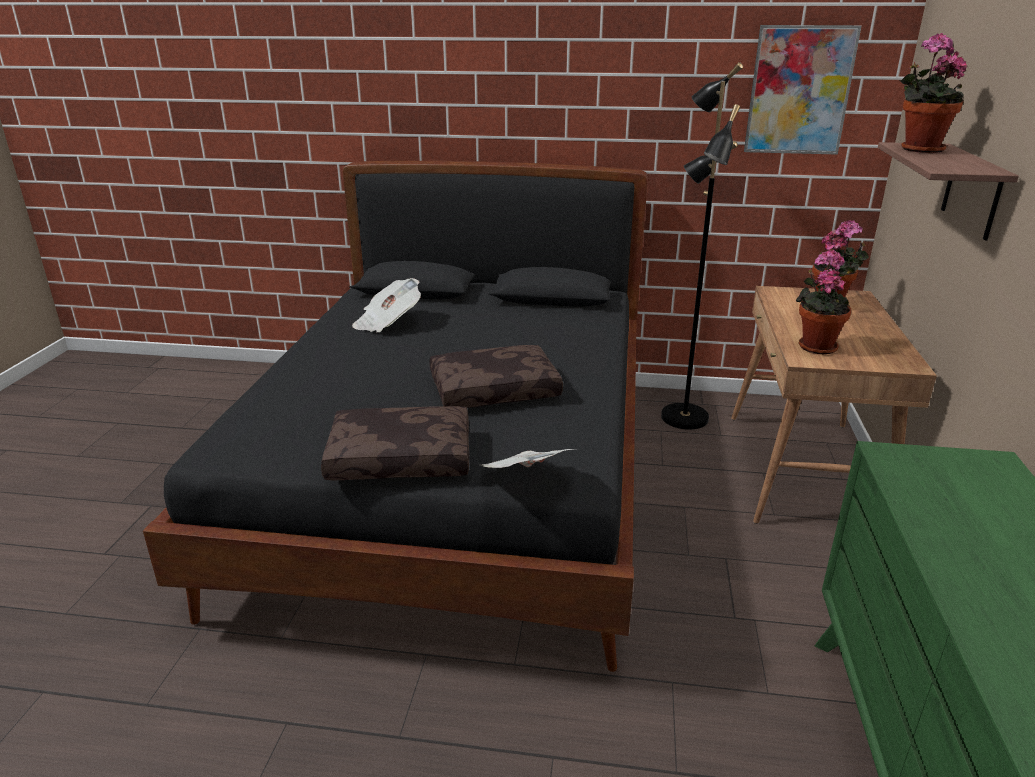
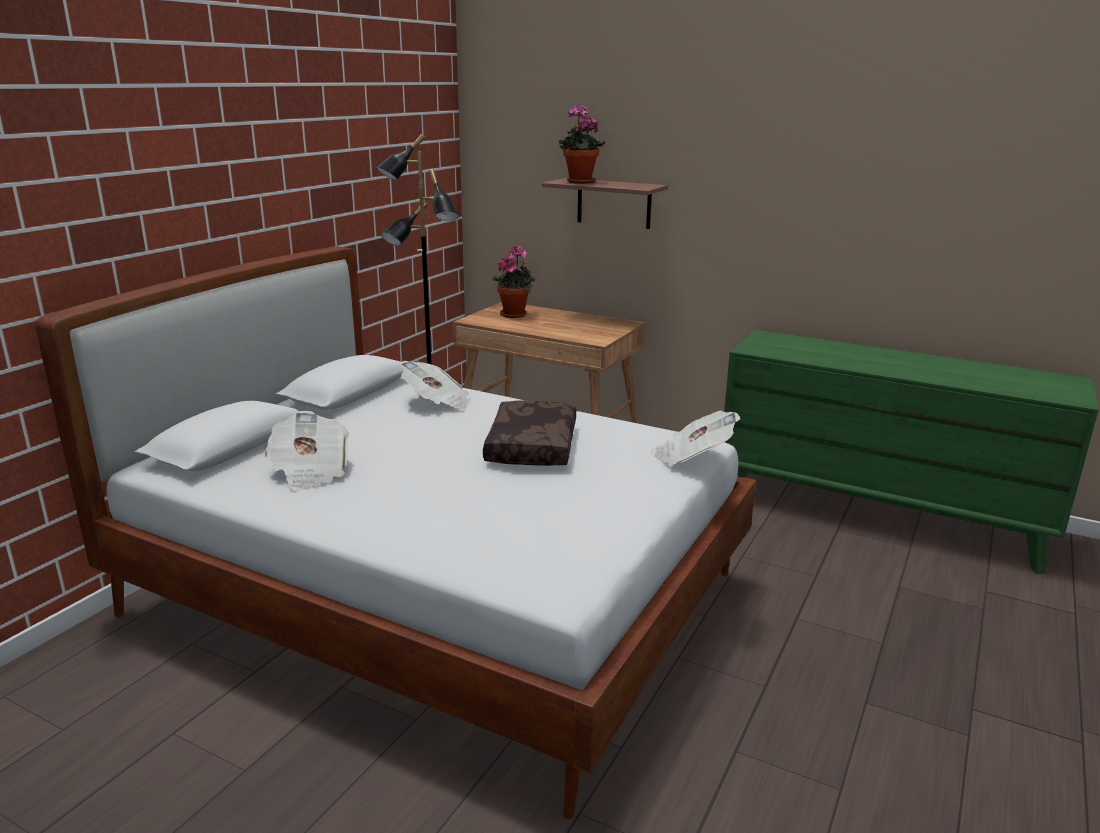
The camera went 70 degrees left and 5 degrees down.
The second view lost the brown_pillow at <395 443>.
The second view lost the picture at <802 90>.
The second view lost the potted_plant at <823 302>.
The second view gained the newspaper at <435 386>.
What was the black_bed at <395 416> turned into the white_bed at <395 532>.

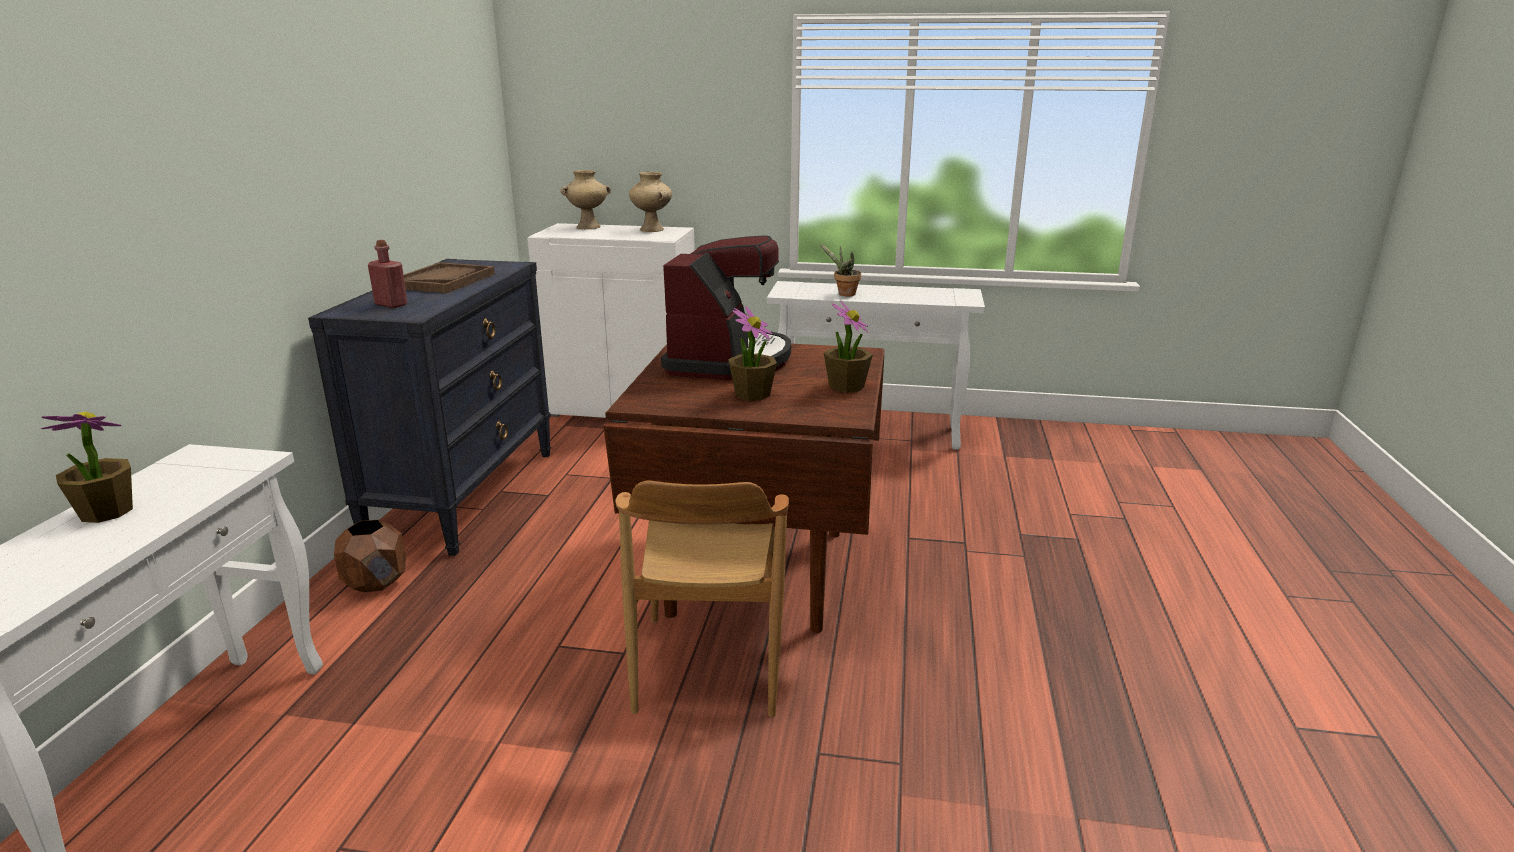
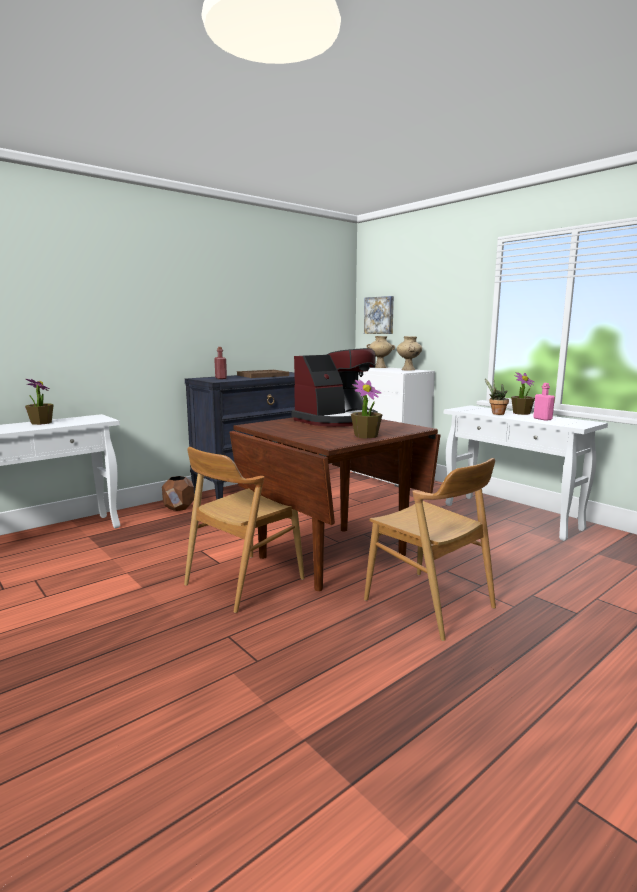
The camera went 40 degrees right and 10 degrees down.
The second view gained the picture at <379 315>.
The second view gained the brown_chair at <430 549>.
The second view gained the pink_bottle at <544 402>.
The potted_plant ended up elsewhere, having gone from <752 353> to <523 393>.

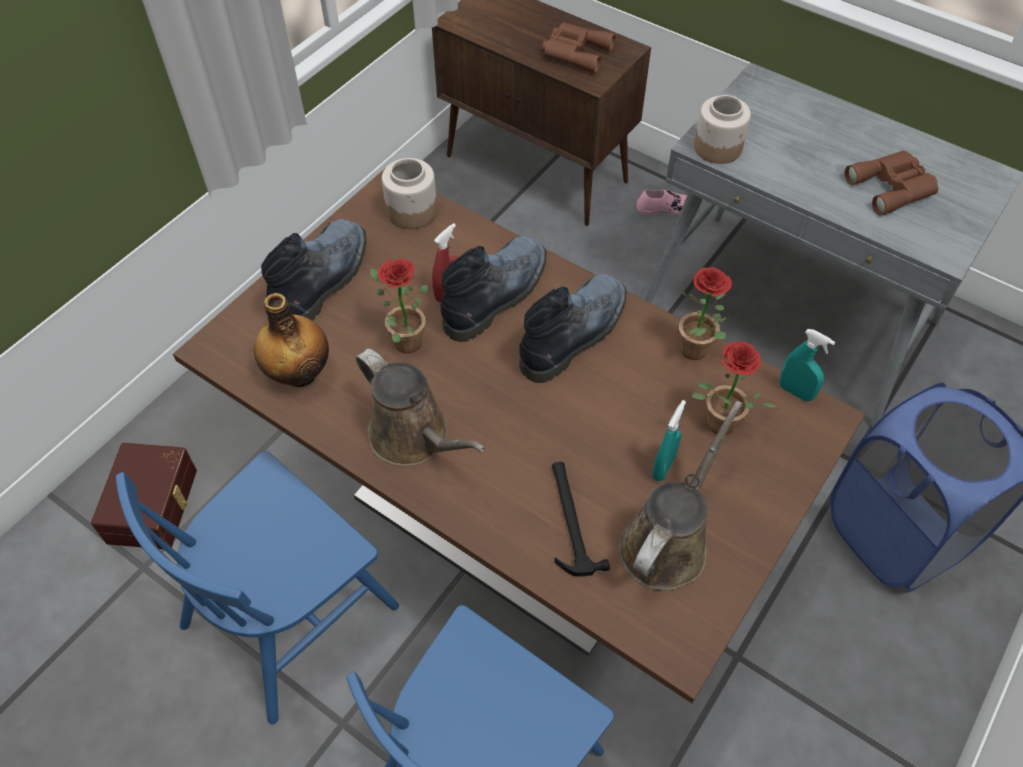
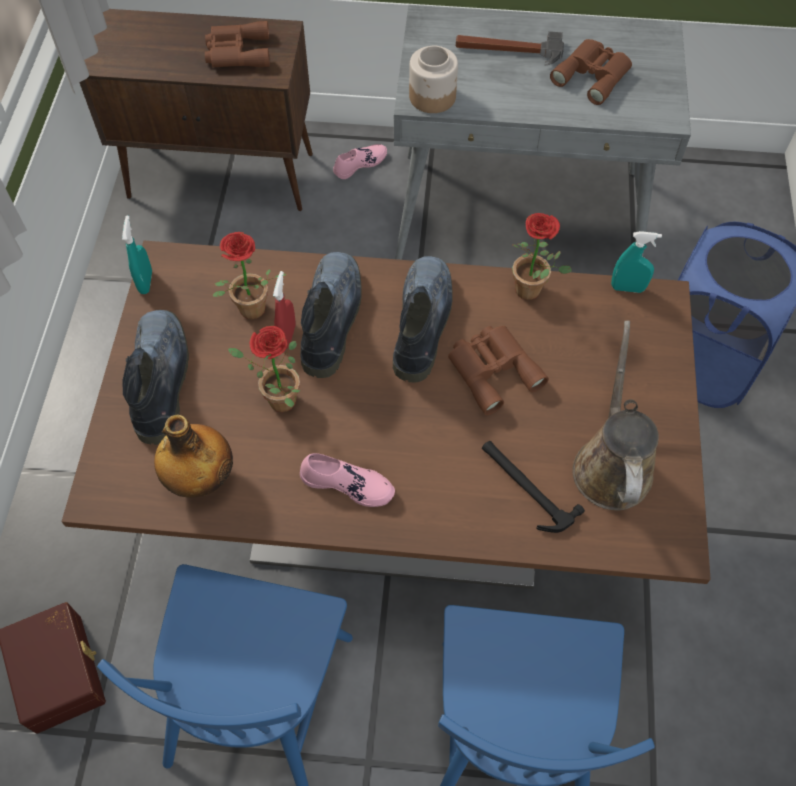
The camera went 30 degrees left and 5 degrees up.
The second view lost the jar at <409 193>.
The second view gained the brown_binoculars at <498 370>.
The second view gained the hammer at <510 48>.
The turquoise_spray_bottle ended up elsewhere, having gone from <669 440> to <137 254>.
The potted_plant ended up elsewhere, having gone from <734 388> to <250 275>.
Where the brown_watering_can stood at <420 407>, the pink_shoe came to stand at <347 480>.

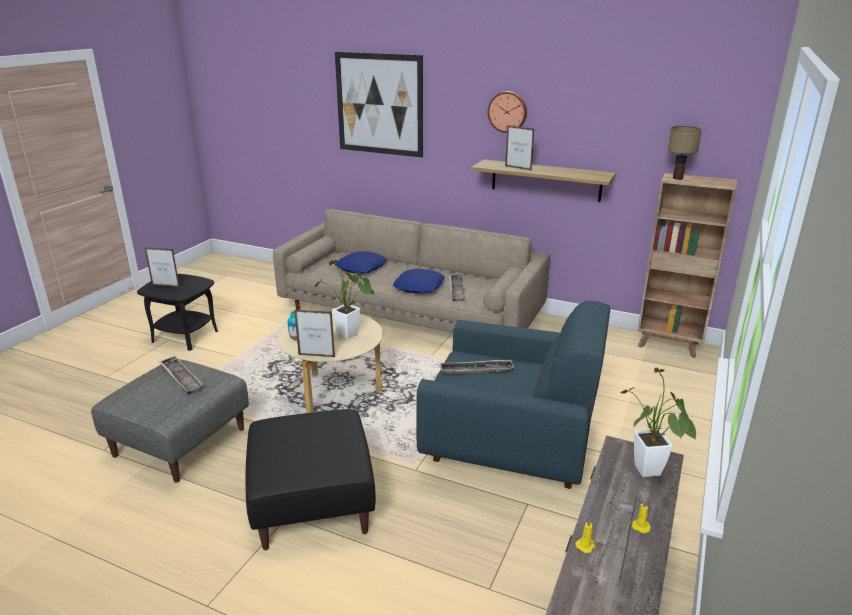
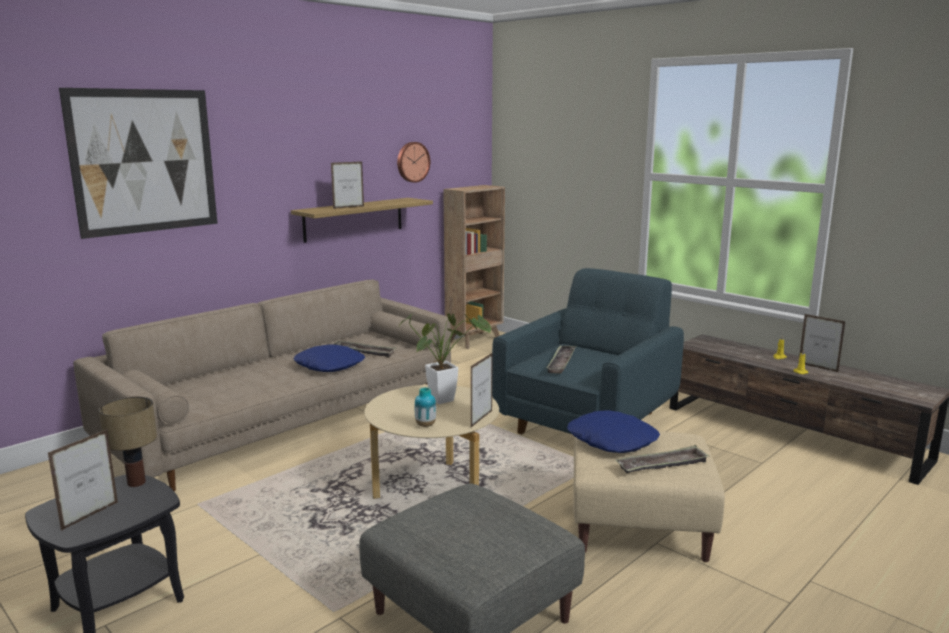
The camera went 70 degrees left and 10 degrees down.
The second view lost the potted_plant at <658 422>.
The tray ended up elsewhere, having gone from <181 375> to <662 459>.
The blue_pillow ended up elsewhere, having gone from <361 262> to <613 431>.
The wall_clock ended up elsewhere, having gone from <507 112> to <413 162>.
The table_lamp ended up elsewhere, having gone from <684 153> to <128 442>.
What was the black_ottoman at <311 479> turned into the beige_ottoman at <649 496>.

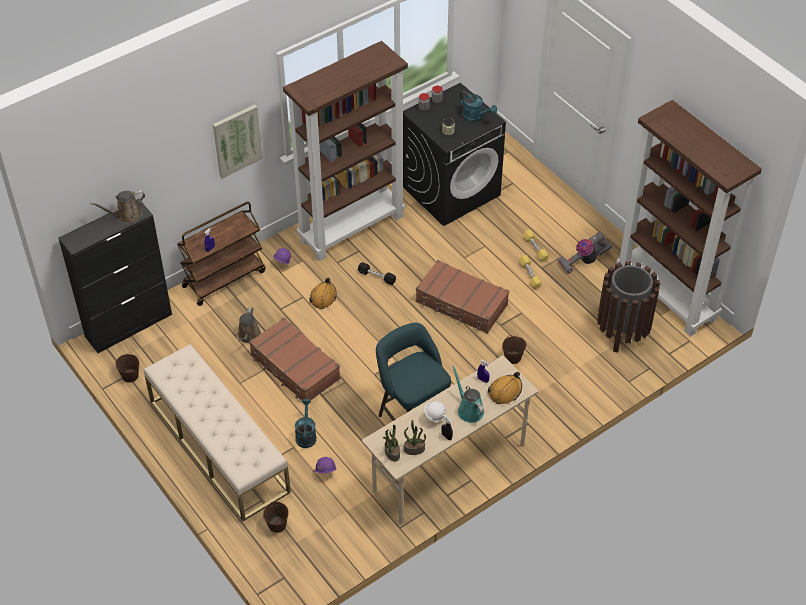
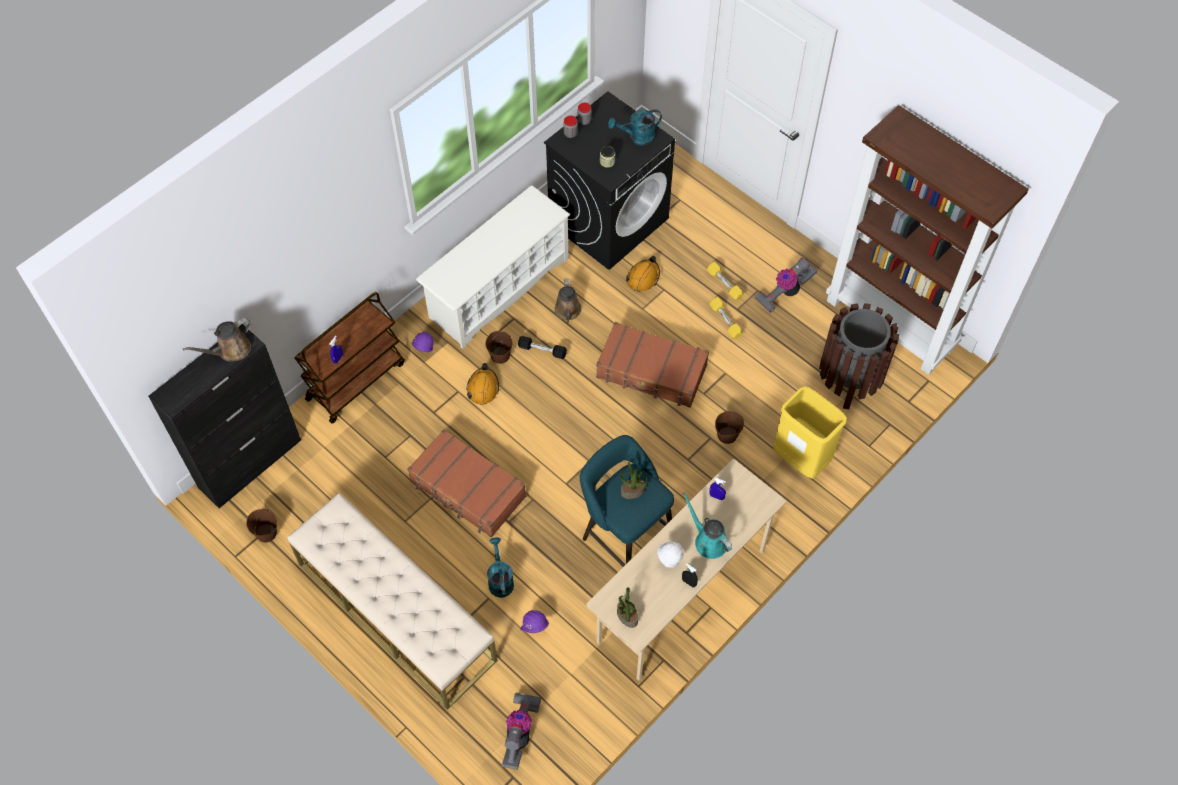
The camera went 10 degrees left and 10 degrees up.
The second view lost the picture at <238 141>.
The second view gained the vacuum_cleaner at <521 731>.
The second view gained the yellow_trash_can at <810 432>.
The brown_watering_can ended up elsewhere, having gone from <249 325> to <567 301>.
The brown_bucket ended up elsewhere, having gone from <276 517> to <499 347>.
The potted_plant ended up elsewhere, having gone from <415 437> to <634 480>.
The orange_hard_hat ended up elsewhere, having gone from <505 388> to <643 274>.
Where the brown_bookcase stood at <345 151>, the white_shoe_rack came to stand at <493 267>.
The turquoise_watering_can at <478 106> ended up facing another way, 135 degrees clockwise from before.

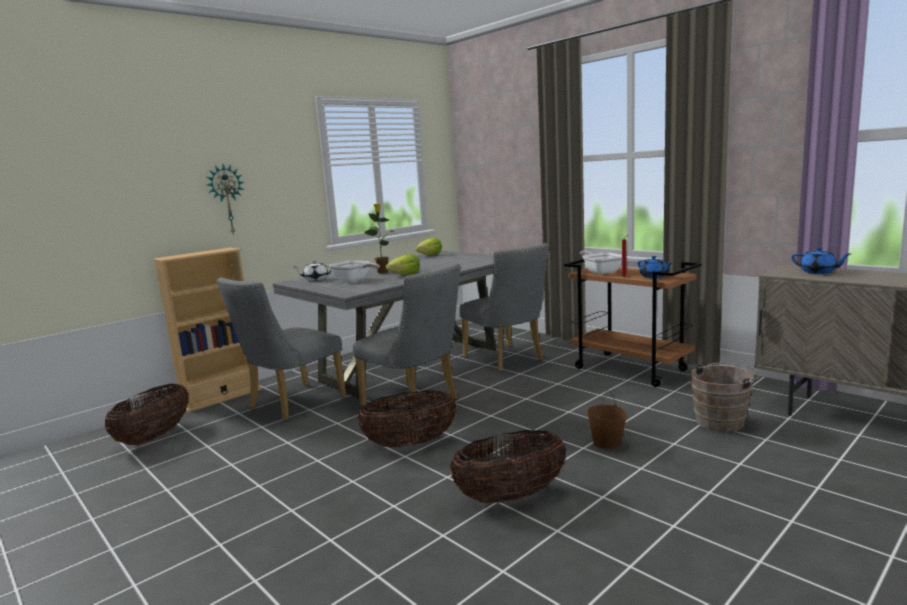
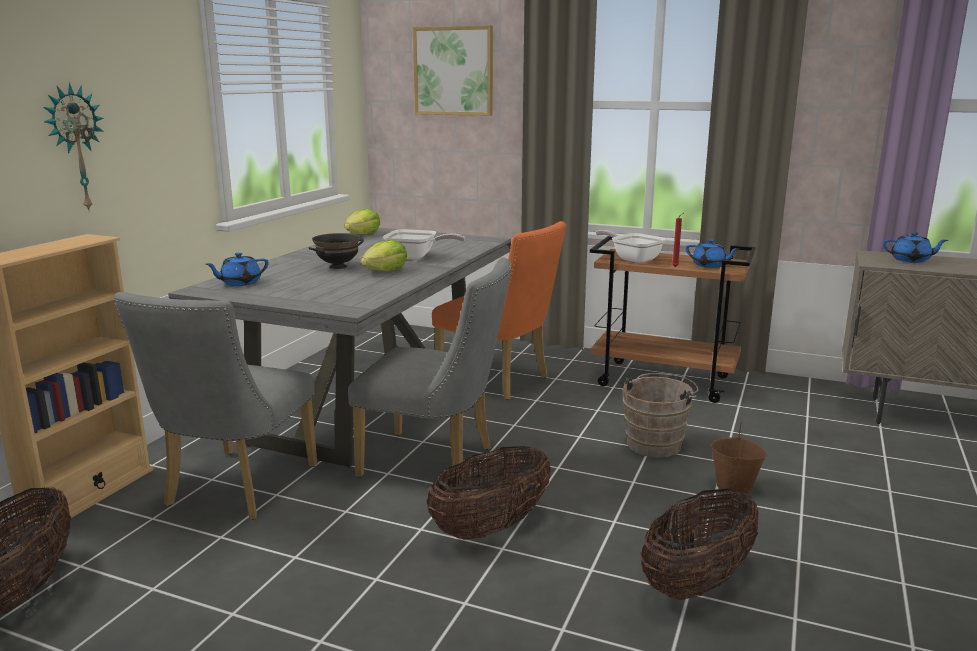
The camera went 25 degrees left and 5 degrees up.
The second view gained the picture at <453 70>.
The frying_pan ended up elsewhere, having gone from <354 271> to <424 244>.
The brown_bucket ended up elsewhere, having gone from <724 397> to <660 415>.
Where the potted_plant stood at <378 238>, the black_bowl came to stand at <336 251>.
What was the white_teapot at <313 270> turned into the blue_teapot at <237 269>.
What was the grey_chair at <504 307> turned into the orange_chair at <499 310>.

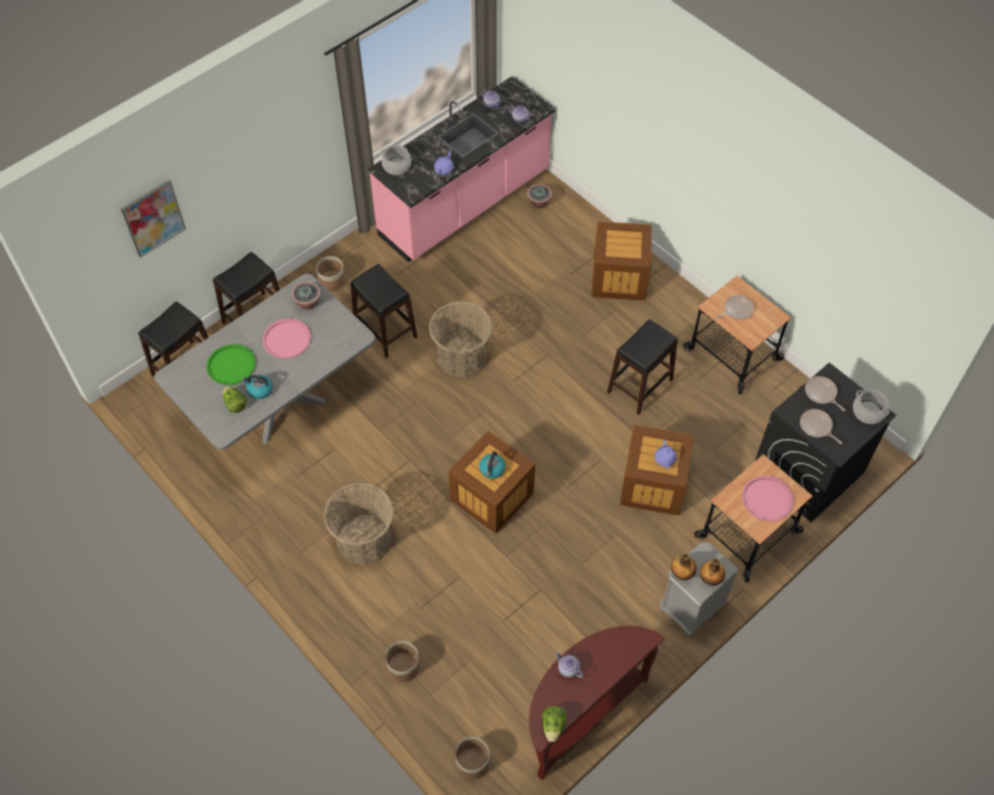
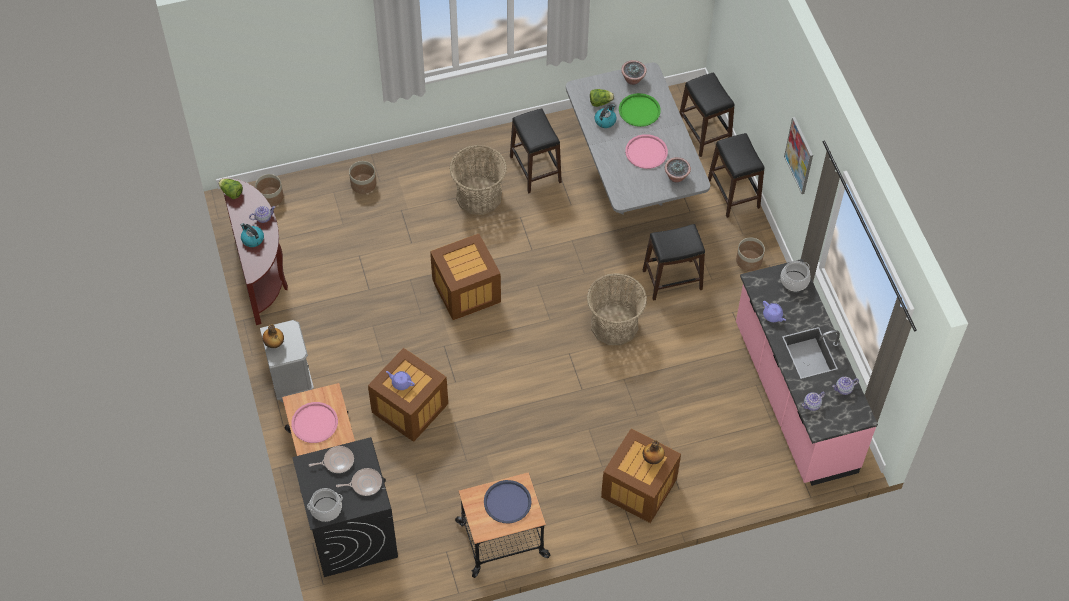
The camera went 115 degrees right and 0 degrees up.
The picture ended up elsewhere, having gone from <153 219> to <798 155>.
The kettle ended up elsewhere, having gone from <492 465> to <252 235>.
The potted_plant ended up elsewhere, having gone from <539 196> to <634 72>.
The black_stool ended up elsewhere, having gone from <642 367> to <536 151>.
The bottle ended up elsewhere, having gone from <684 566> to <654 452>.
Where the frying_pan stood at <734 307>, the blue_tray came to stand at <508 501>.

